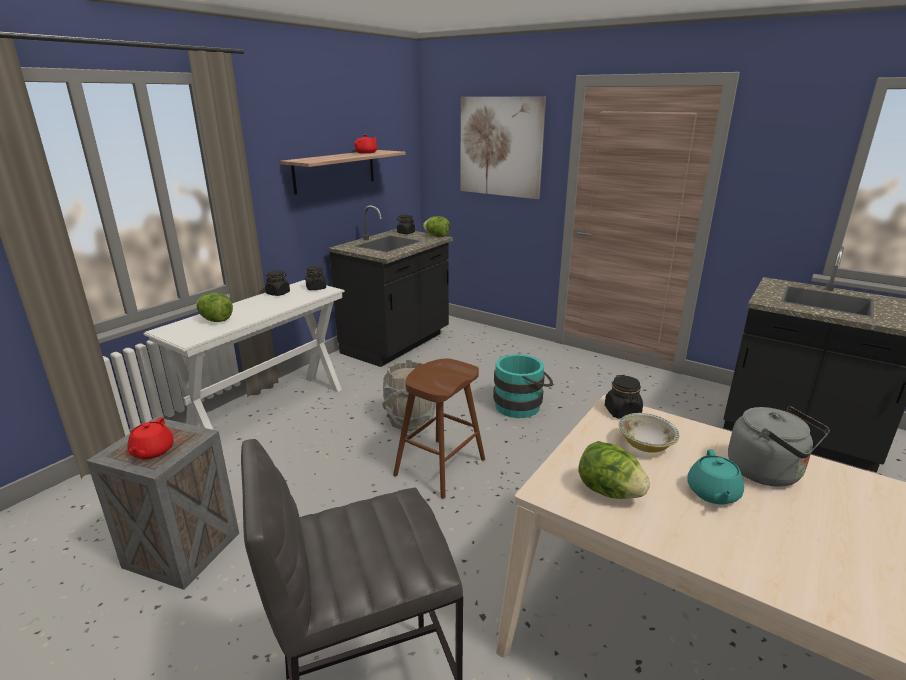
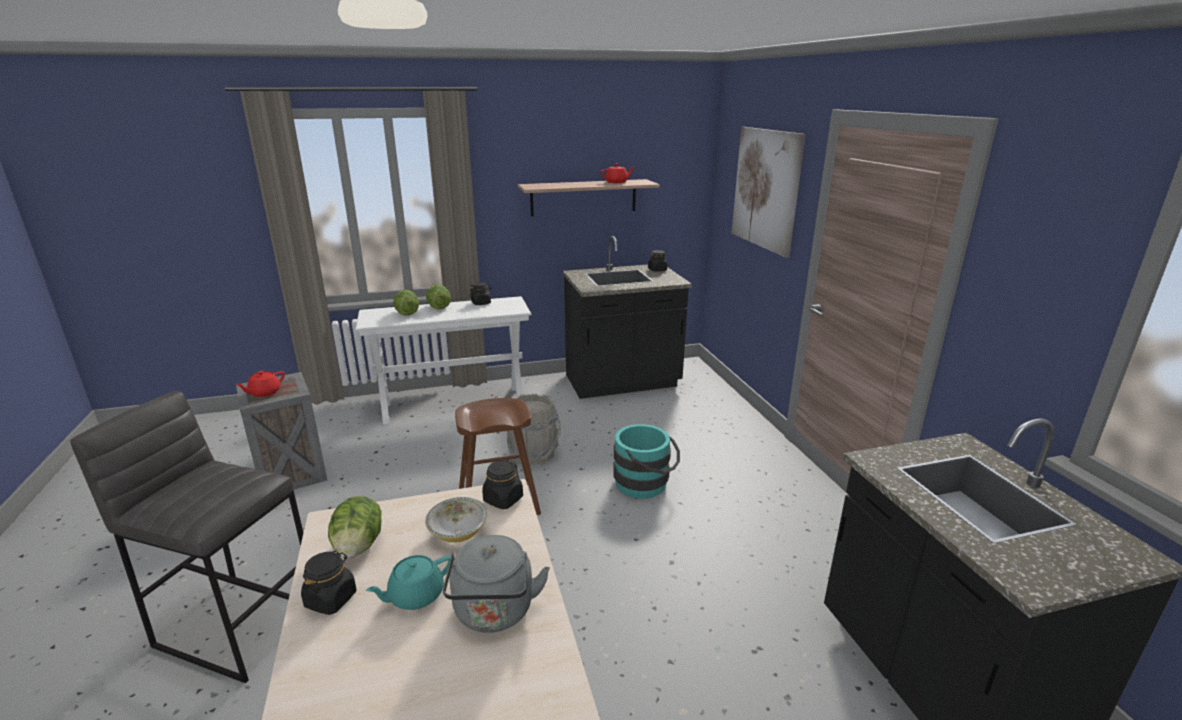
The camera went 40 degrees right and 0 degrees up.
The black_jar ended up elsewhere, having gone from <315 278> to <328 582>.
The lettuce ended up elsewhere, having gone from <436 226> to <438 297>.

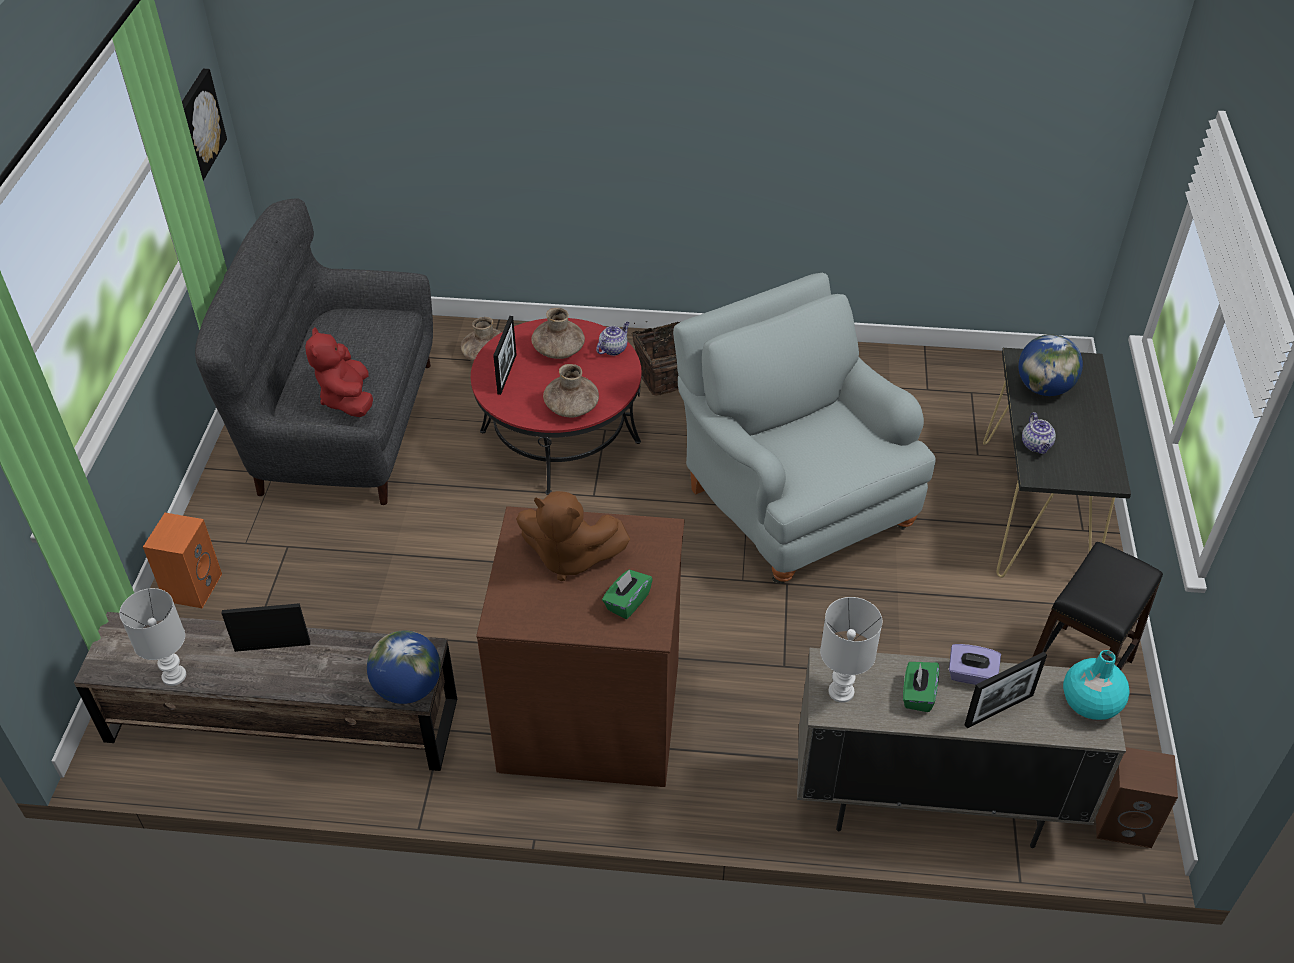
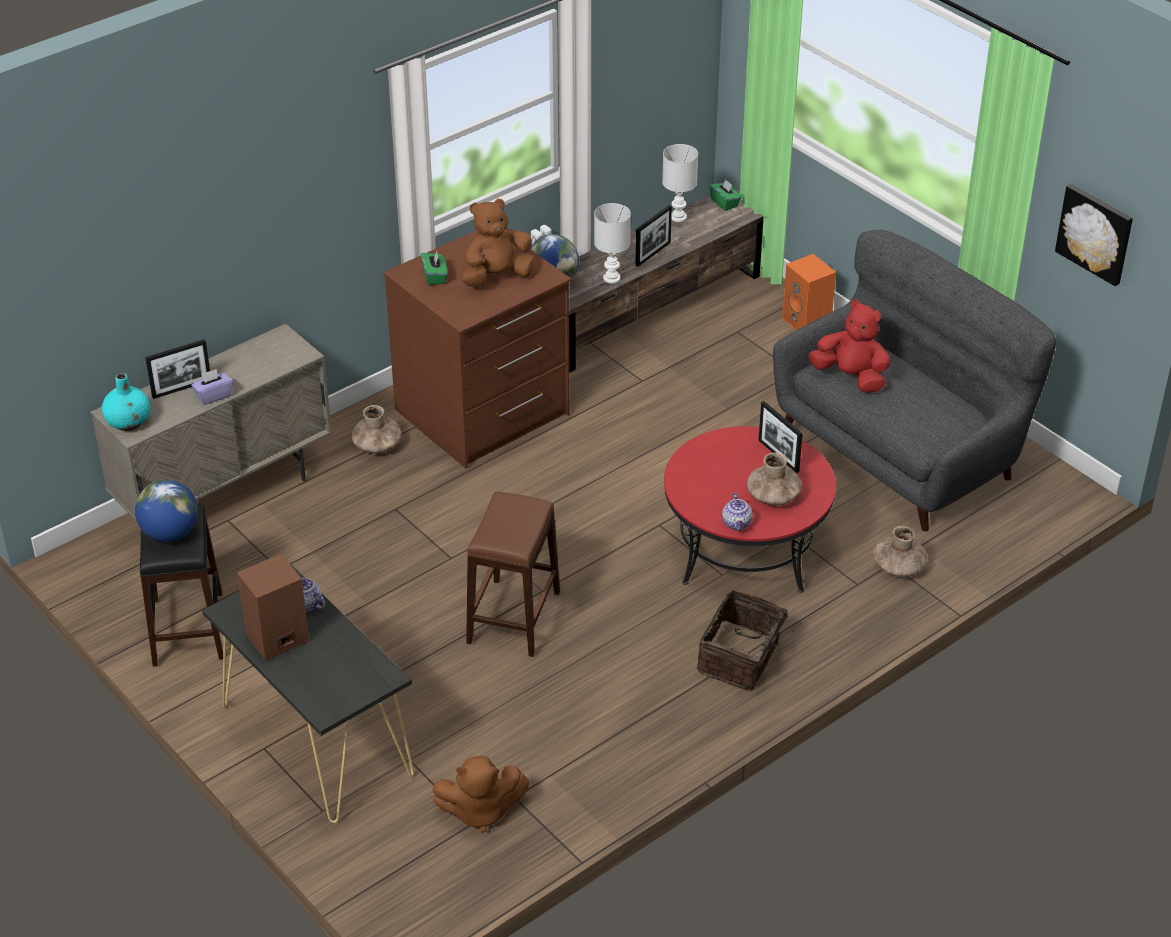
The camera went 135 degrees right and 5 degrees down.
The second view gained the brown_plush_toy at <481 794>.
The brown_vase ended up elsewhere, having gone from <571 391> to <376 429>.
The white_table_lamp ended up elsewhere, having gone from <851 650> to <612 243>.
The green_tissue_box ended up elsewhere, having gone from <921 687> to <725 195>.
The globe ended up elsewhere, having gone from <1050 365> to <166 511>.
The brown_speaker ended up elsewhere, having gone from <1137 797> to <273 607>.
Where the grey_armchair stood at <804 428>, the brown_stool came to stand at <513 574>.
The picture_frame at <1005 690> ended up facing another way, 135 degrees counterclockwise from before.

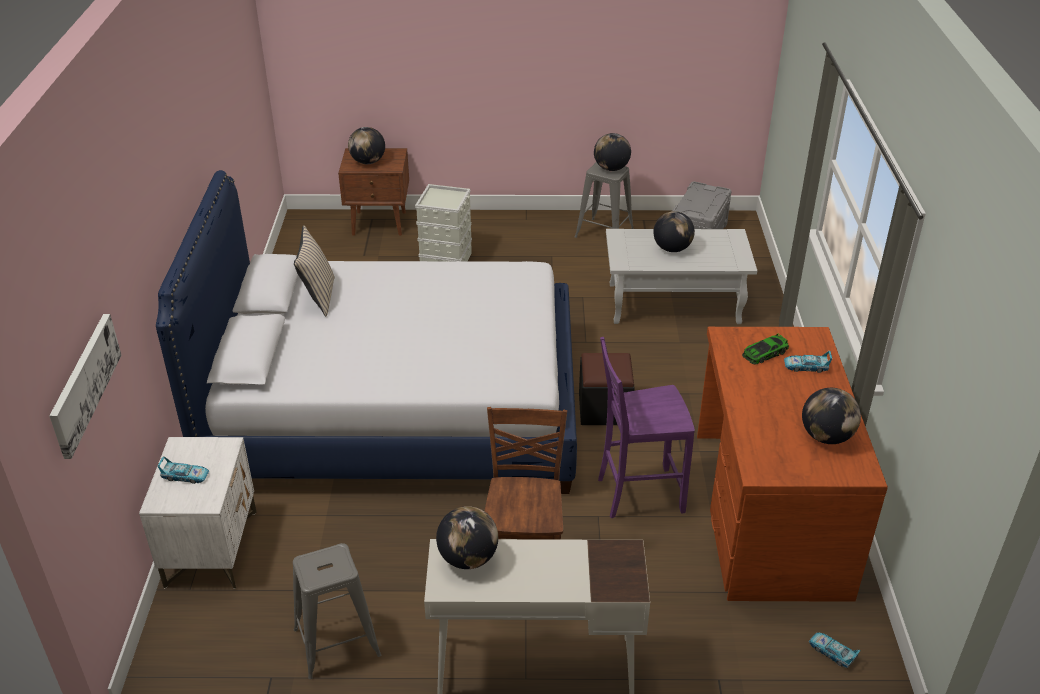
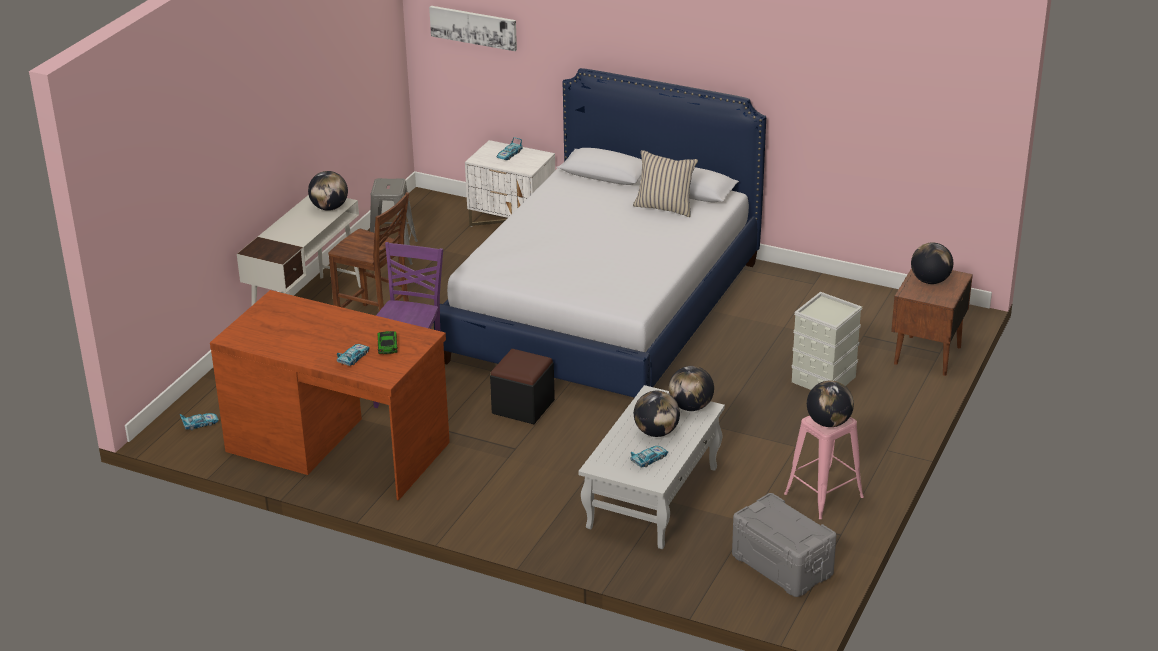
The camera went 115 degrees right and 5 degrees down.
The second view gained the toy_car at <649 456>.
The globe ended up elsewhere, having gone from <831 416> to <691 388>.
What was the grey_stool at <604 200> turned into the pink_stool at <824 467>.

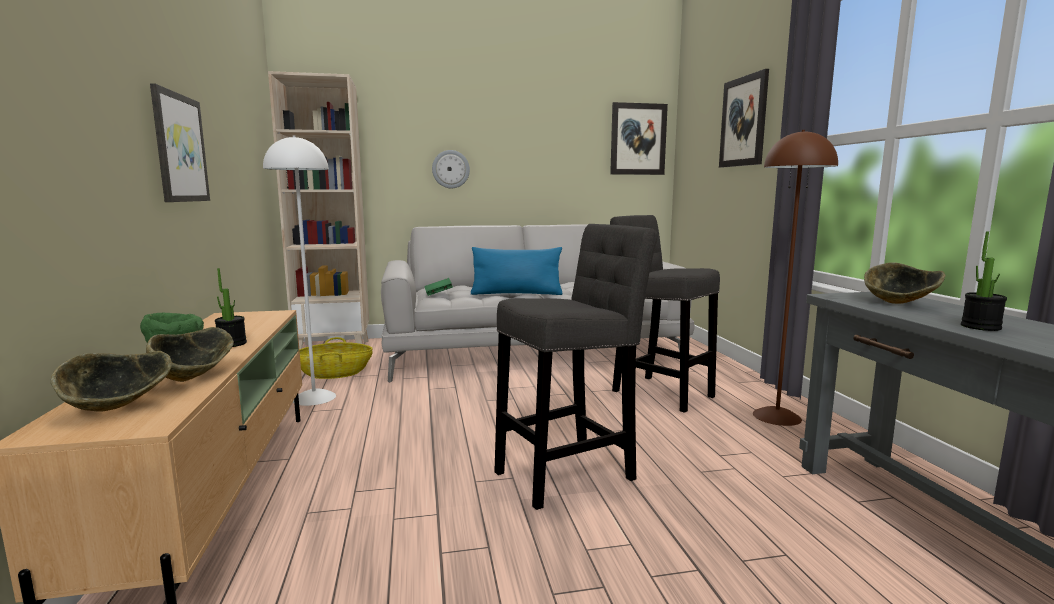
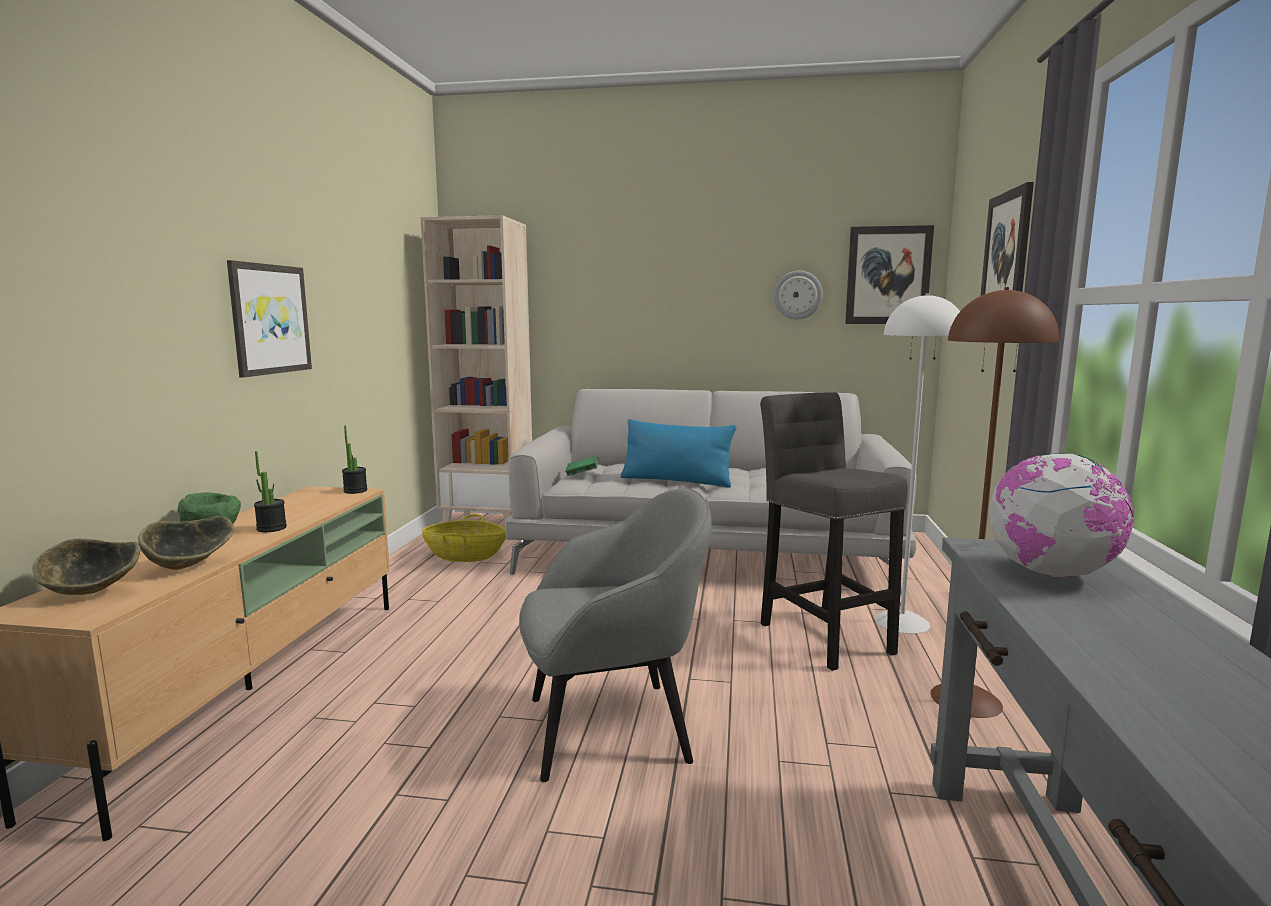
The camera went 20 degrees right and 0 degrees up.
The white_floor_lamp ended up elsewhere, having gone from <299 270> to <917 463>.
The wall_clock ended up elsewhere, having gone from <451 169> to <798 295>.
The potted_plant ended up elsewhere, having gone from <984 281> to <355 460>.
Where the grey_stool stood at <576 367>, the grey_armchair came to stand at <615 635>.
Where the bowl stood at <905 283>, the globe came to stand at <1061 516>.

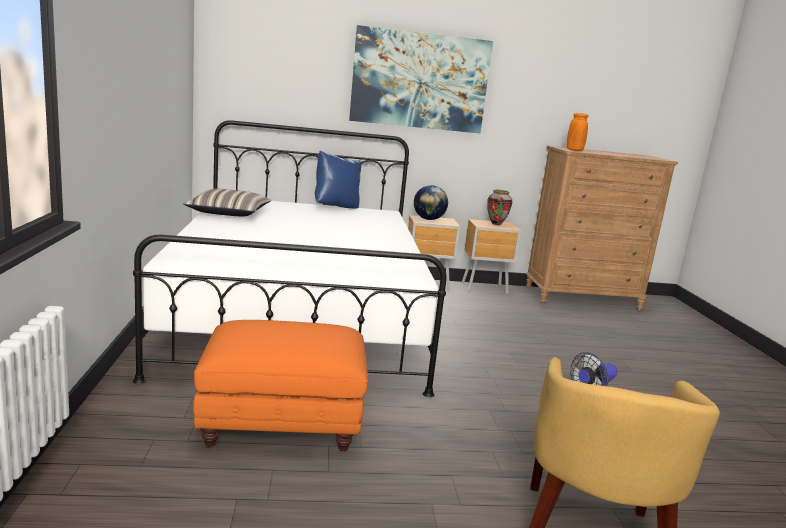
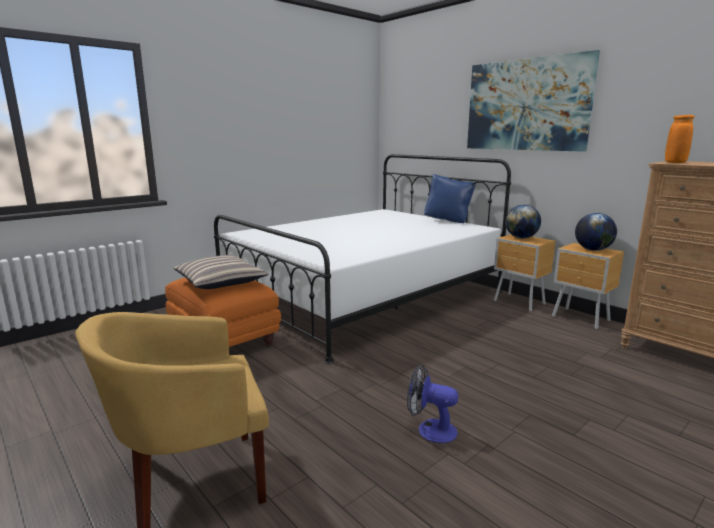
The camera went 55 degrees right and 0 degrees up.
The pillow ended up elsewhere, having gone from <227 203> to <221 272>.
Where the vase stood at <499 207>, the globe came to stand at <596 232>.

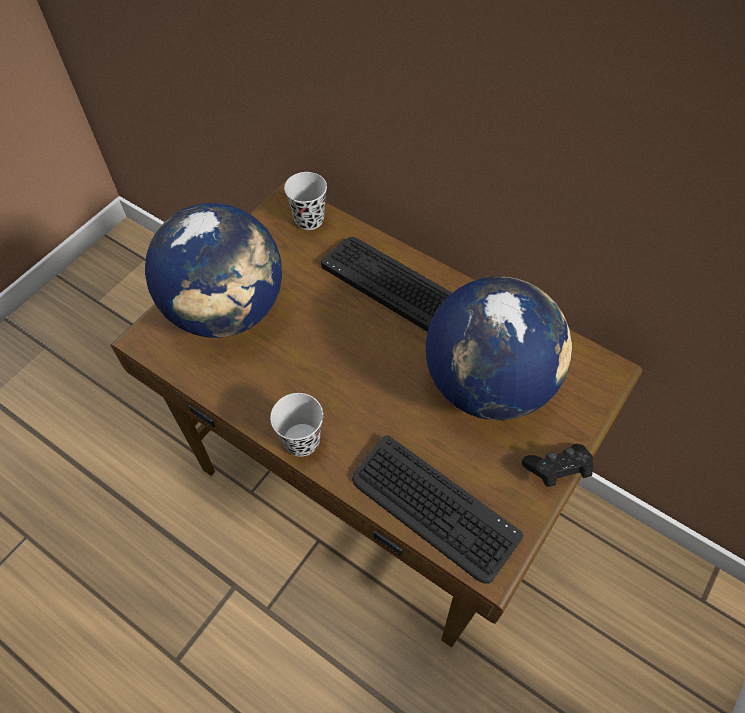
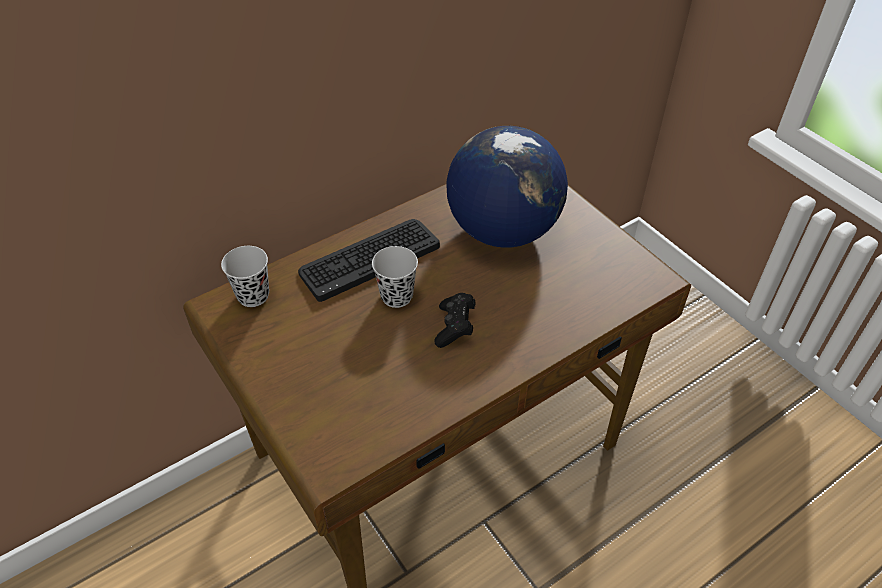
The camera went 70 degrees left and 10 degrees down.
The second view lost the globe at <213 270>.
The second view lost the keyboard at <437 509>.
The black_cup ended up elsewhere, having gone from <296 425> to <395 277>.
The black_game_controller ended up elsewhere, having gone from <557 465> to <454 320>.

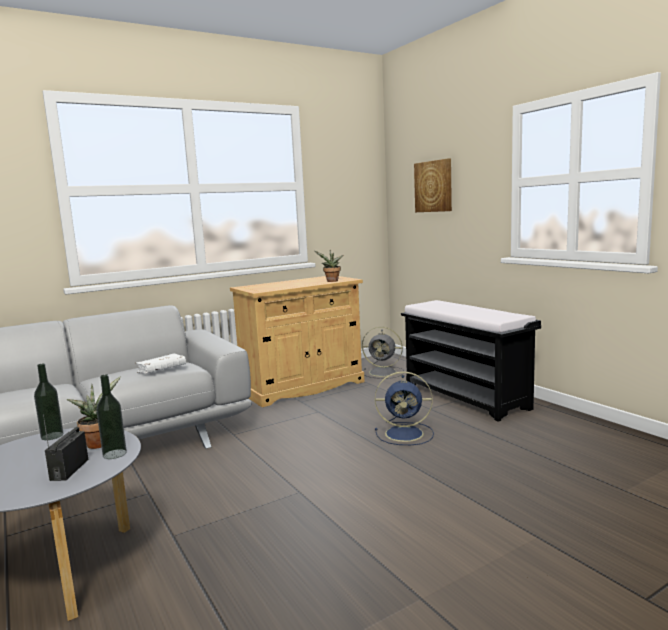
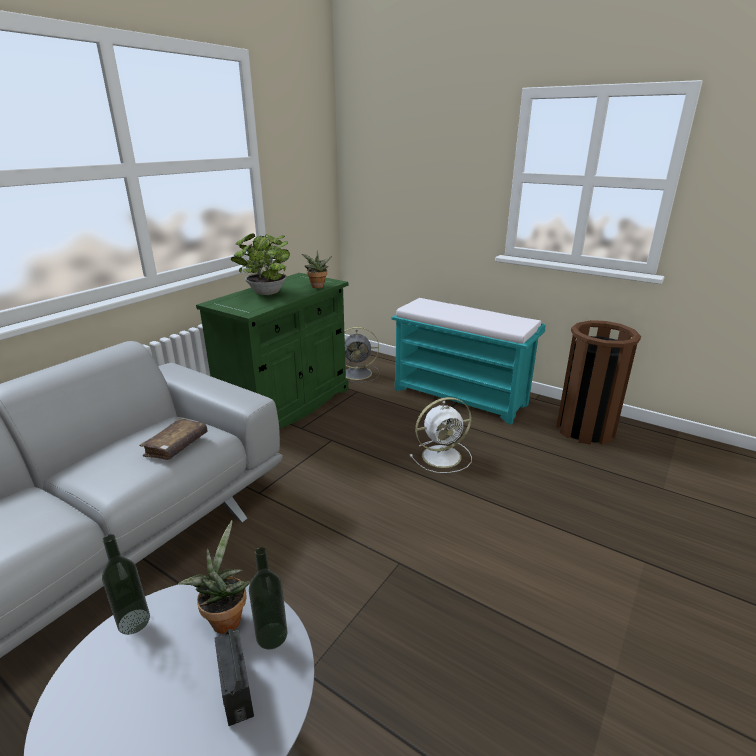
The camera went 25 degrees left and 15 degrees up.
The second view lost the picture at <433 185>.
The second view gained the potted_plant at <260 264>.
The second view gained the brown_trash_can at <598 382>.
What was the white_book at <160 364> turned into the brown_book at <173 439>.
What was the beige_cabinet at <297 341> turned into the green_cabinet at <272 351>.
What was the blue_fan at <404 408> turned into the white_fan at <440 435>.
What was the black_bench at <471 361> turned into the turquoise_bench at <469 361>.

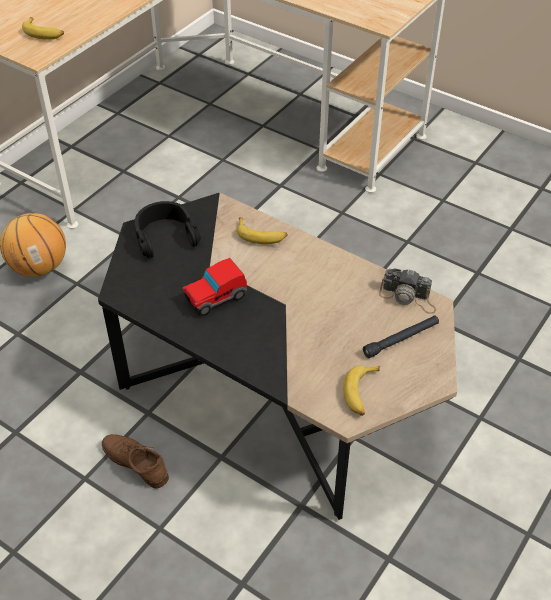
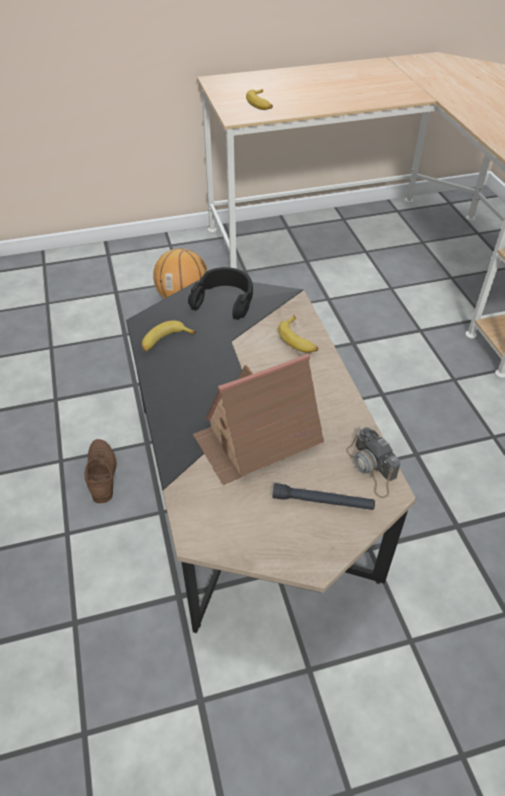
The camera went 40 degrees right and 0 degrees up.
The second view lost the toy_car at <214 287>.
The second view gained the toy_house at <258 419>.
The banana ended up elsewhere, having gone from <361 391> to <169 336>.

